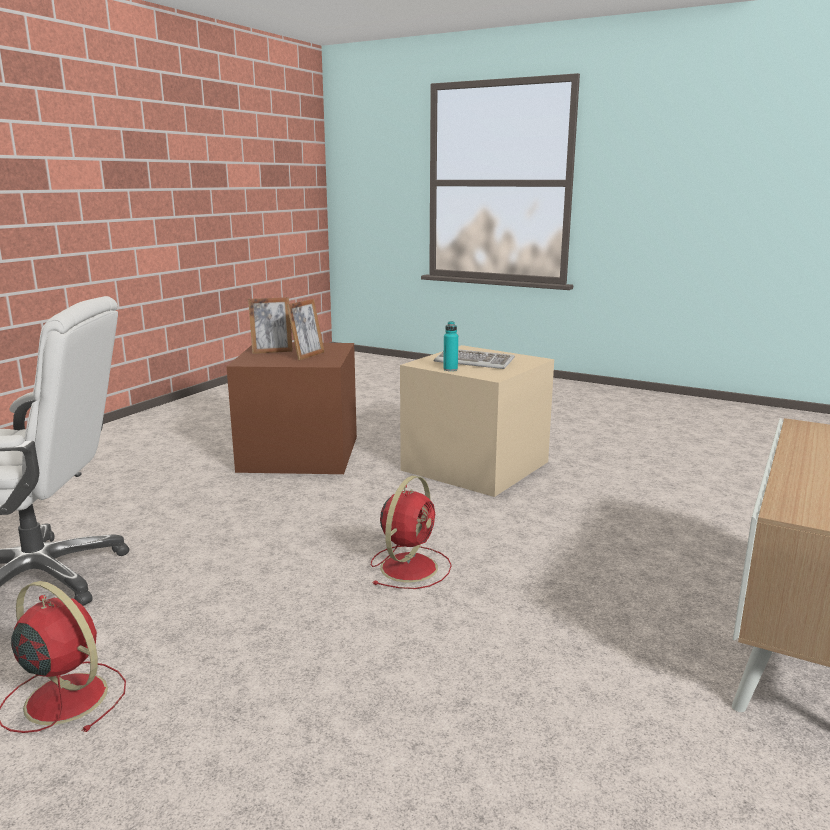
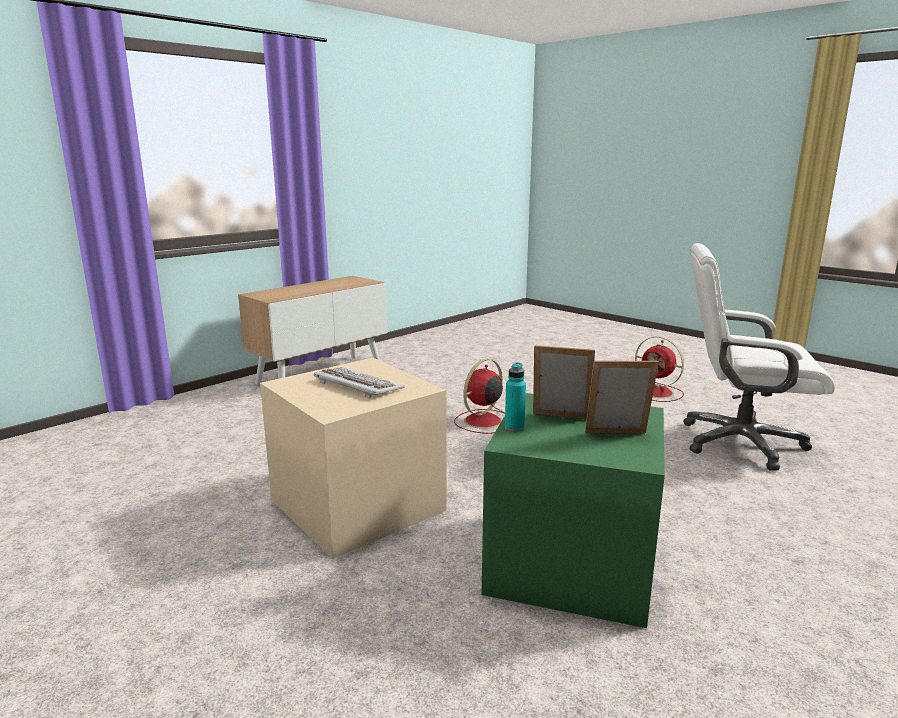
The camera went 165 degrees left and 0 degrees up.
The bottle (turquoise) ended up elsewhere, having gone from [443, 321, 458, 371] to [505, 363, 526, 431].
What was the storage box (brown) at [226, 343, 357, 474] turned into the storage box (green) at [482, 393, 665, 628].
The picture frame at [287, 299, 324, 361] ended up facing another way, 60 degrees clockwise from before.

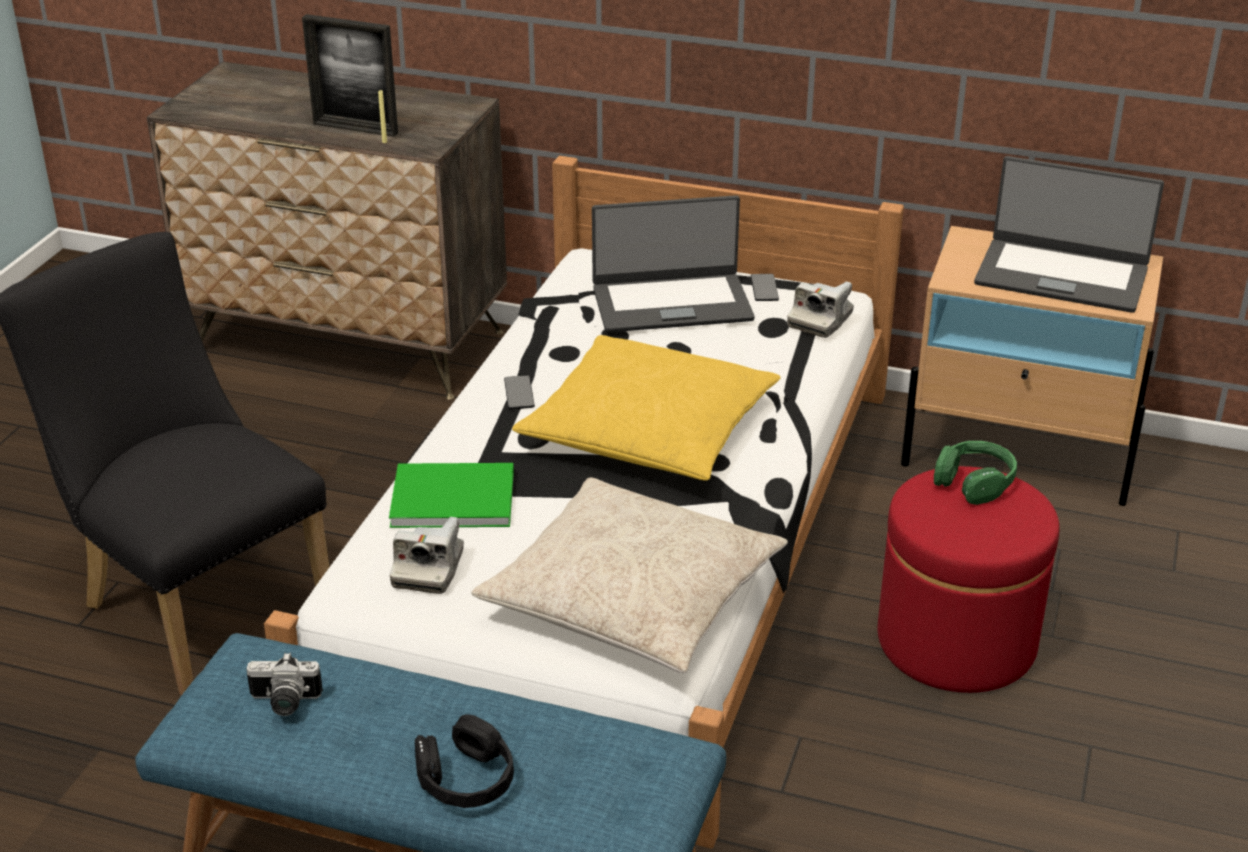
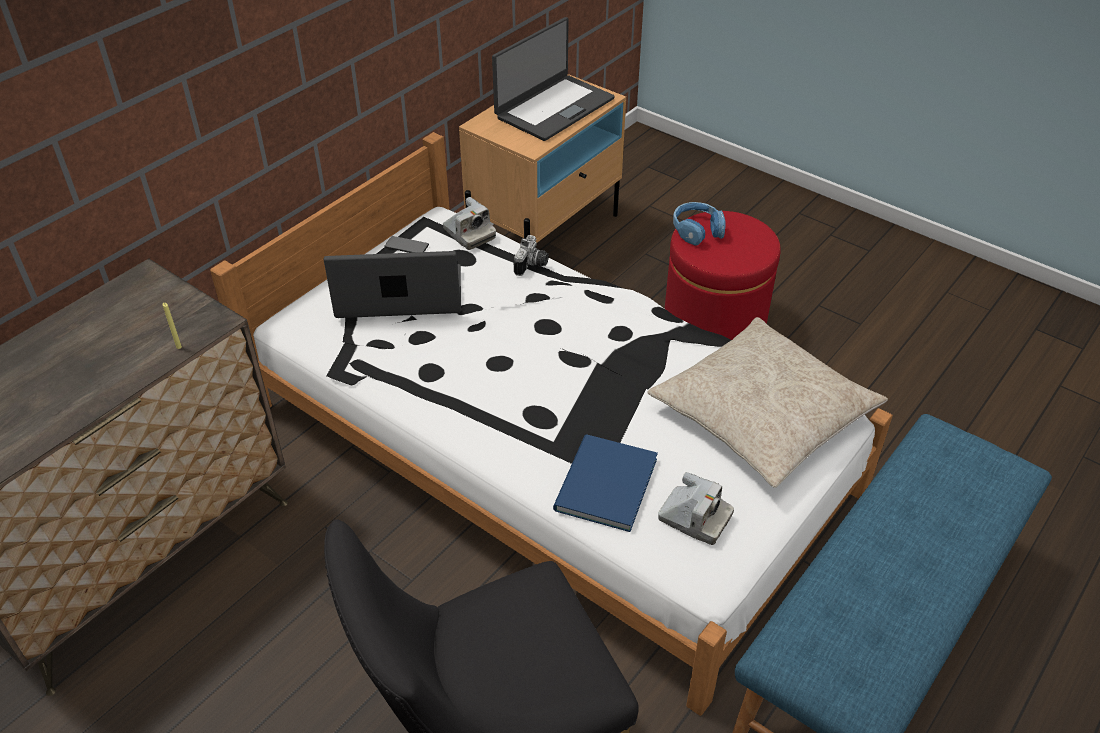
The camera went 70 degrees left and 10 degrees up.
The second view lost the picture frame at [302, 14, 398, 137].
The second view lost the headphones (black) at [415, 714, 514, 808].
The second view lost the phone at [504, 375, 535, 410].
The second view lost the pillow (yellow) at [512, 335, 780, 481].
The photo camera ended up elsewhere, having gone from [247, 652, 323, 716] to [513, 235, 549, 276].
What was the book (green) at [389, 463, 514, 528] turned into the book (blue) at [553, 434, 658, 532].
What was the headphones (green) at [934, 441, 1017, 505] turned into the headphones (blue) at [673, 202, 726, 245].
The laptop at [592, 195, 755, 332] ended up facing another way, 105 degrees counterclockwise from before.

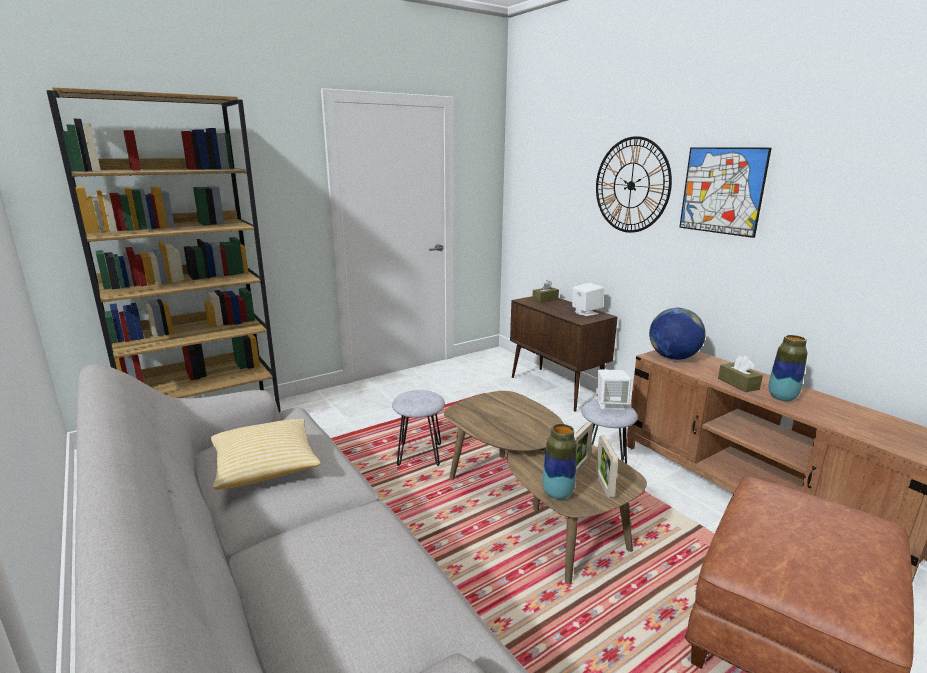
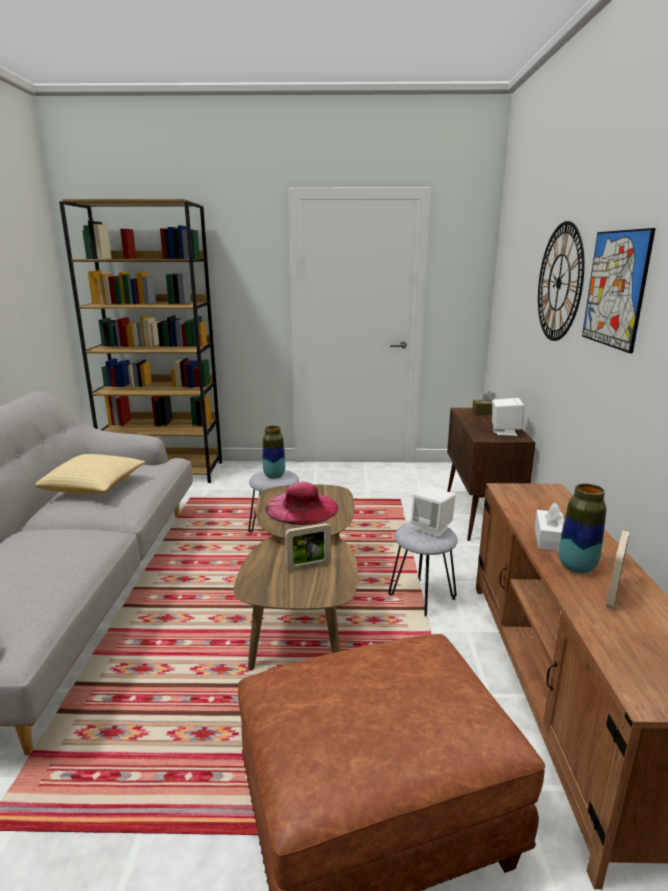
The camera went 35 degrees right and 0 degrees up.
The second view lost the globe at [649, 308, 706, 360].
The second view gained the hat (pink) at [265, 482, 338, 525].
The vase ended up elsewhere, having gone from [542, 424, 577, 500] to [263, 426, 285, 479].
The picture frame ended up elsewhere, having gone from [596, 436, 618, 498] to [606, 530, 630, 609].
What was the tissue box (brown) at [718, 356, 763, 392] turned into the tissue box (white) at [535, 503, 564, 551].

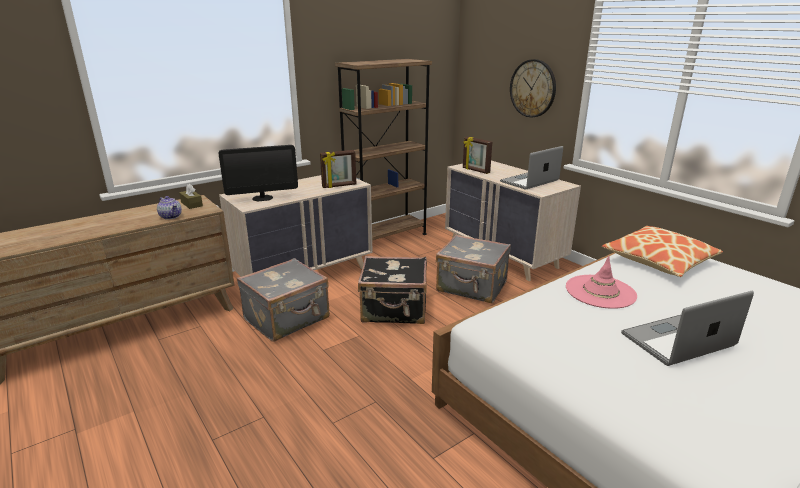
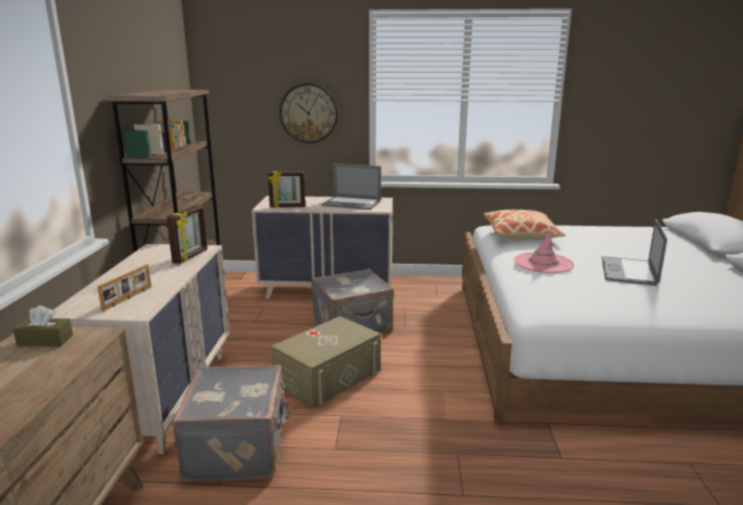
The camera went 50 degrees left and 5 degrees down.
The second view lost the teapot at [157, 196, 182, 220].
Where the monitor stood at [219, 145, 298, 201], the picture frame came to stand at [97, 264, 151, 311].
Where the suitcase (black) stood at [358, 256, 427, 324], the storage box (beige) came to stand at [271, 316, 381, 408].
The laptop at [500, 146, 563, 190] ended up facing another way, 75 degrees counterclockwise from before.

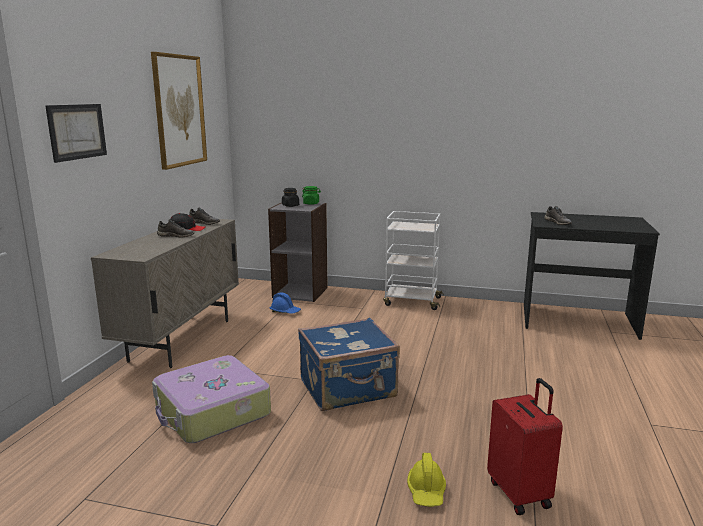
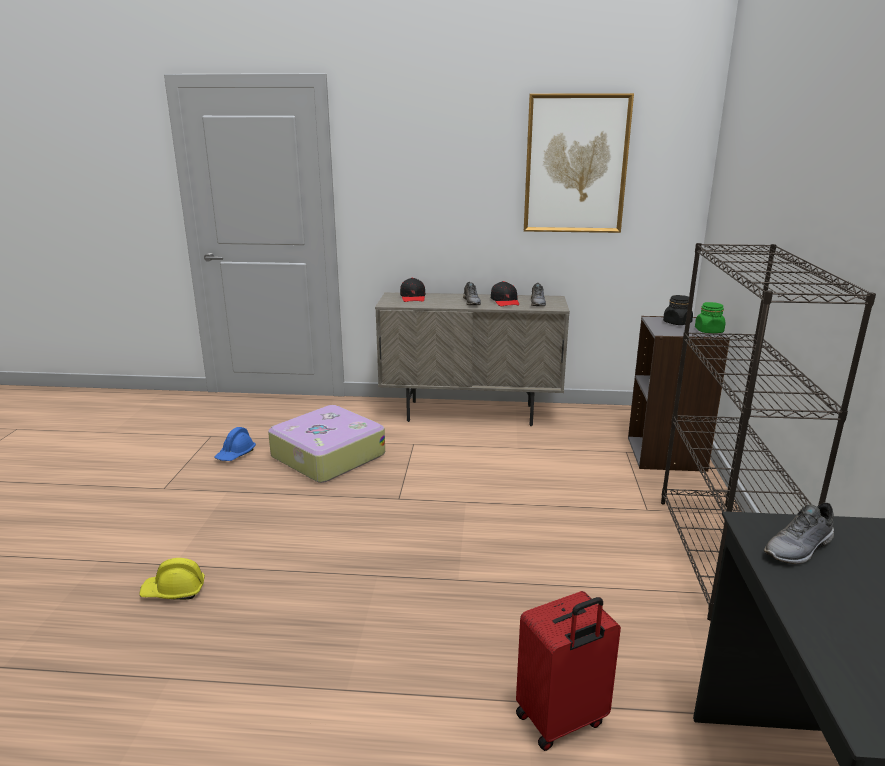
The camera went 80 degrees right and 5 degrees up.
The second view lost the picture at [45, 104, 107, 163].
The second view lost the suitcase (blue) at [298, 317, 400, 411].
The second view gained the cap (black) at [400, 278, 426, 302].
The hard hat (blue) ended up elsewhere, having gone from [270, 292, 301, 314] to [214, 427, 256, 461].
The suitcase (red) ended up elsewhere, having gone from [487, 378, 563, 515] to [516, 591, 621, 751].
Where the cart (white) stood at [383, 211, 444, 310], the bookcase (black) came to stand at [661, 243, 876, 621].

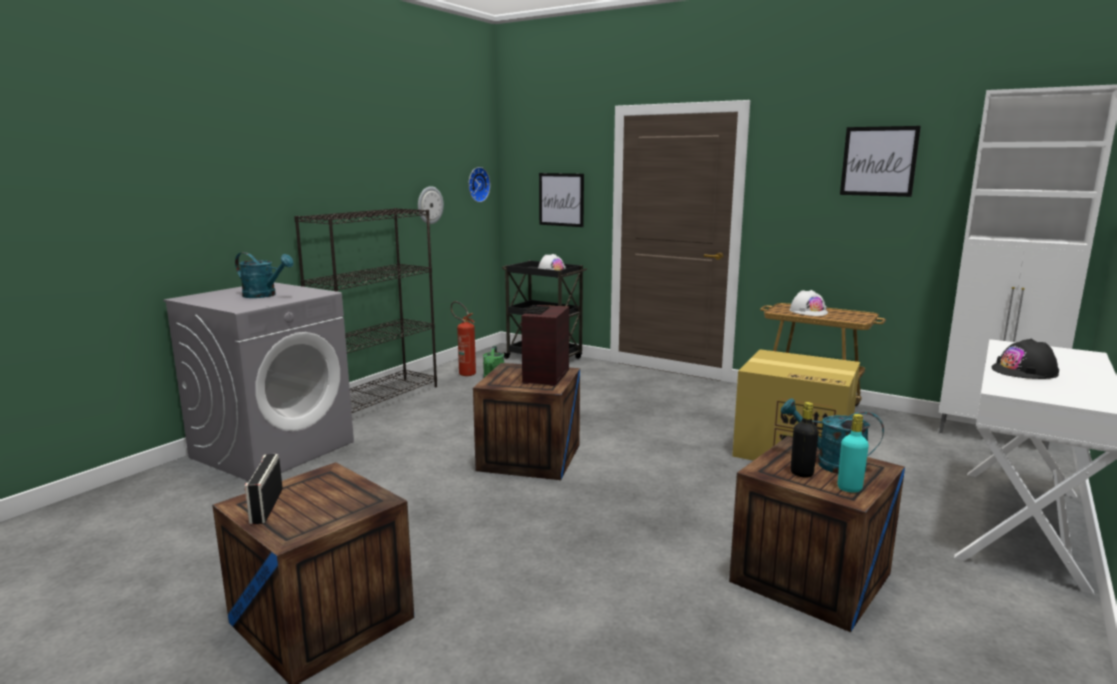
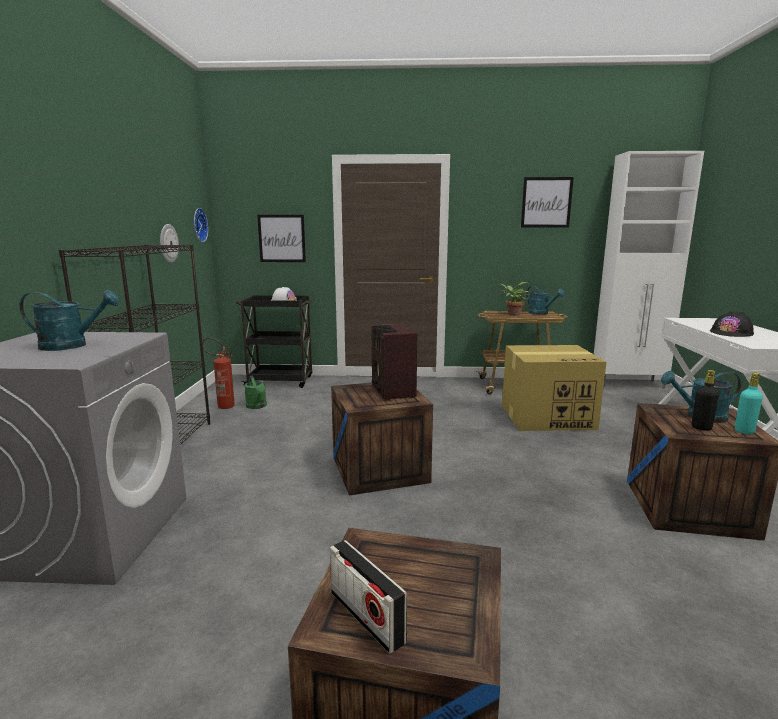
The camera went 30 degrees left and 0 degrees up.
The second view gained the watering can (turquoise) at [526, 286, 565, 315].
Where the hard hat (white) stood at [789, 290, 828, 316], the potted plant came to stand at [501, 282, 529, 316].

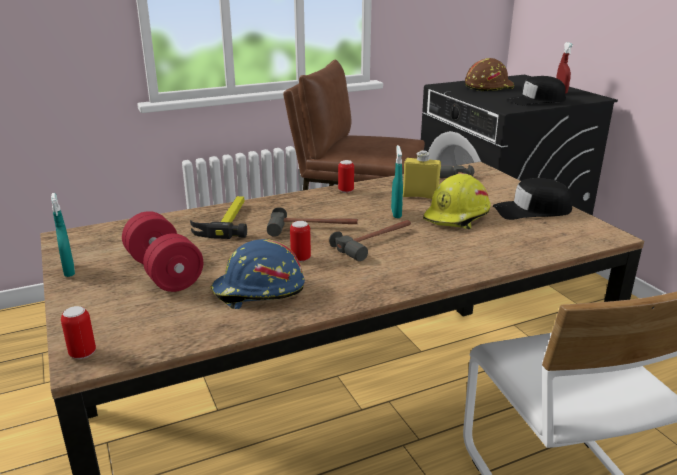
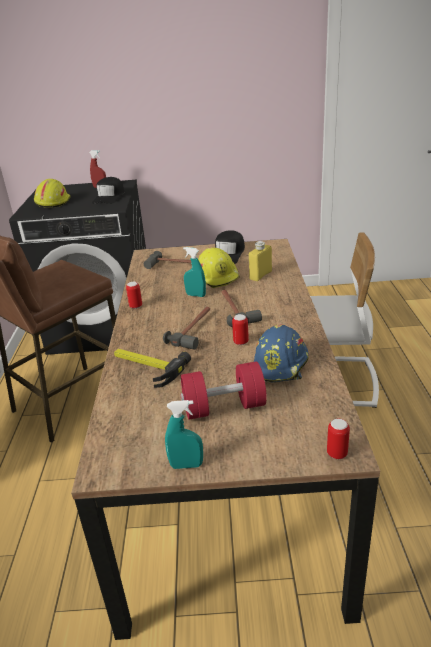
The camera went 65 degrees left and 5 degrees up.
The bottle (yellow) ended up elsewhere, having gone from [403, 150, 441, 199] to [249, 241, 272, 281].
What was the hard hat (brown) at [465, 58, 514, 91] turned into the hard hat (yellow) at [34, 179, 71, 208].

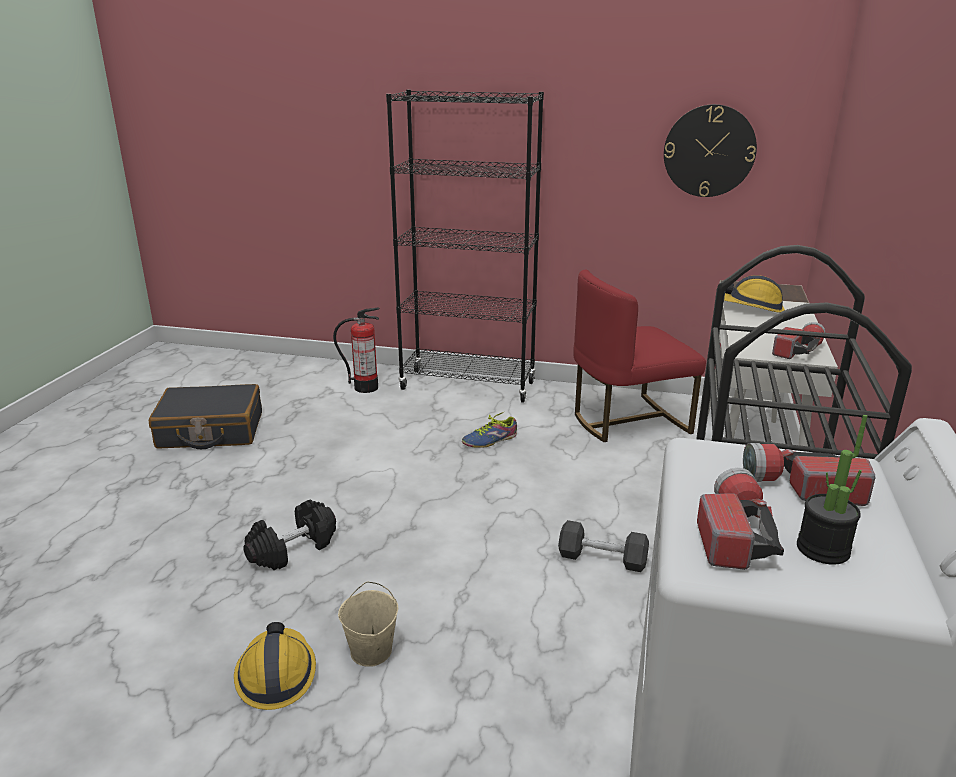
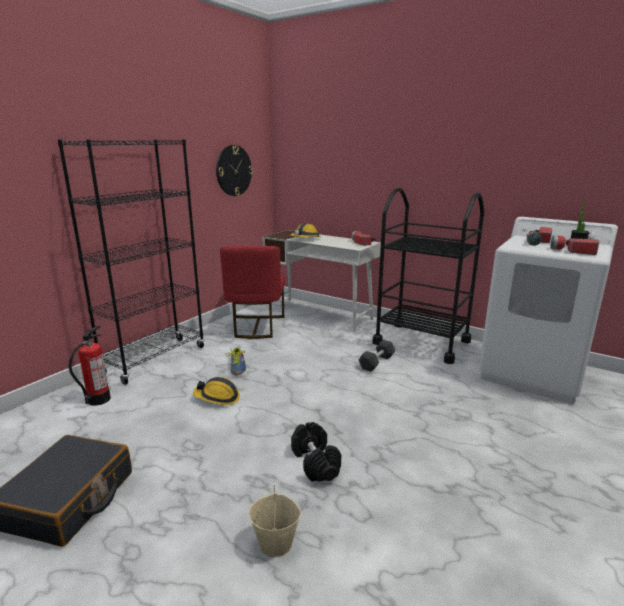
The camera went 70 degrees left and 5 degrees down.
The hard hat ended up elsewhere, having gone from [234, 622, 316, 710] to [193, 377, 240, 405].
The bucket (beige) ended up elsewhere, having gone from [338, 582, 398, 667] to [249, 485, 302, 557].

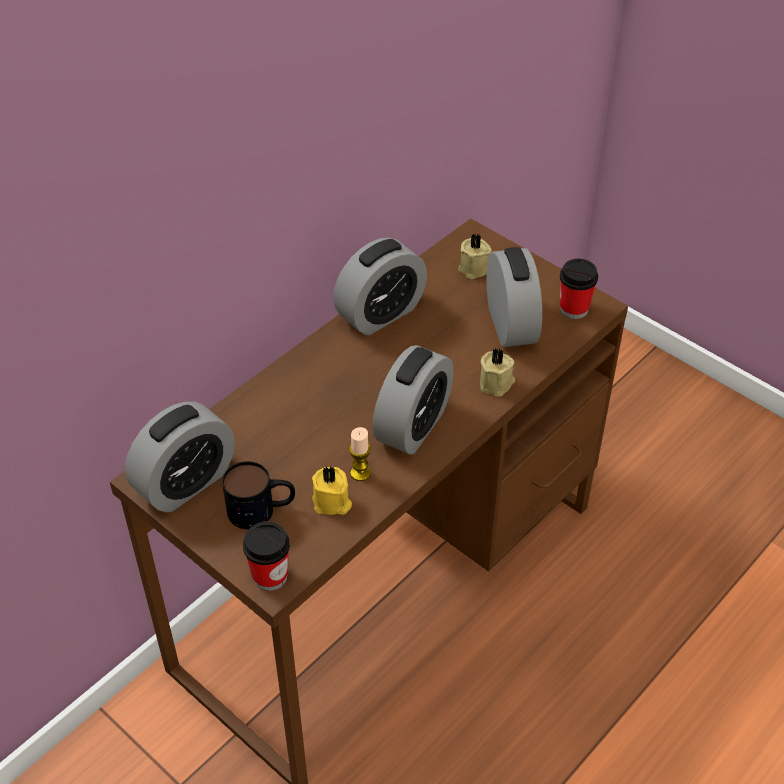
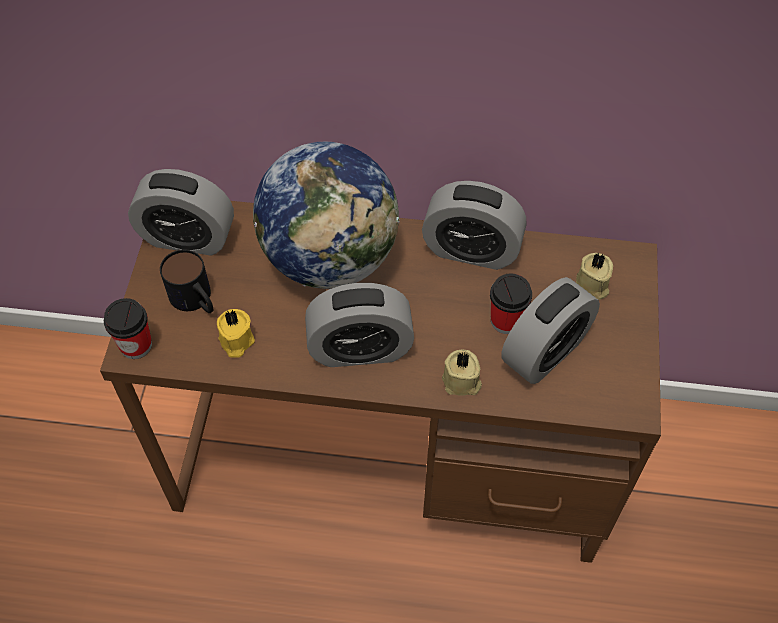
The camera went 55 degrees right and 10 degrees up.
The second view lost the candle at [349, 427, 371, 481].
The second view gained the globe at [253, 142, 399, 289].
The cup ended up elsewhere, having gone from [560, 259, 598, 319] to [490, 273, 532, 334].

